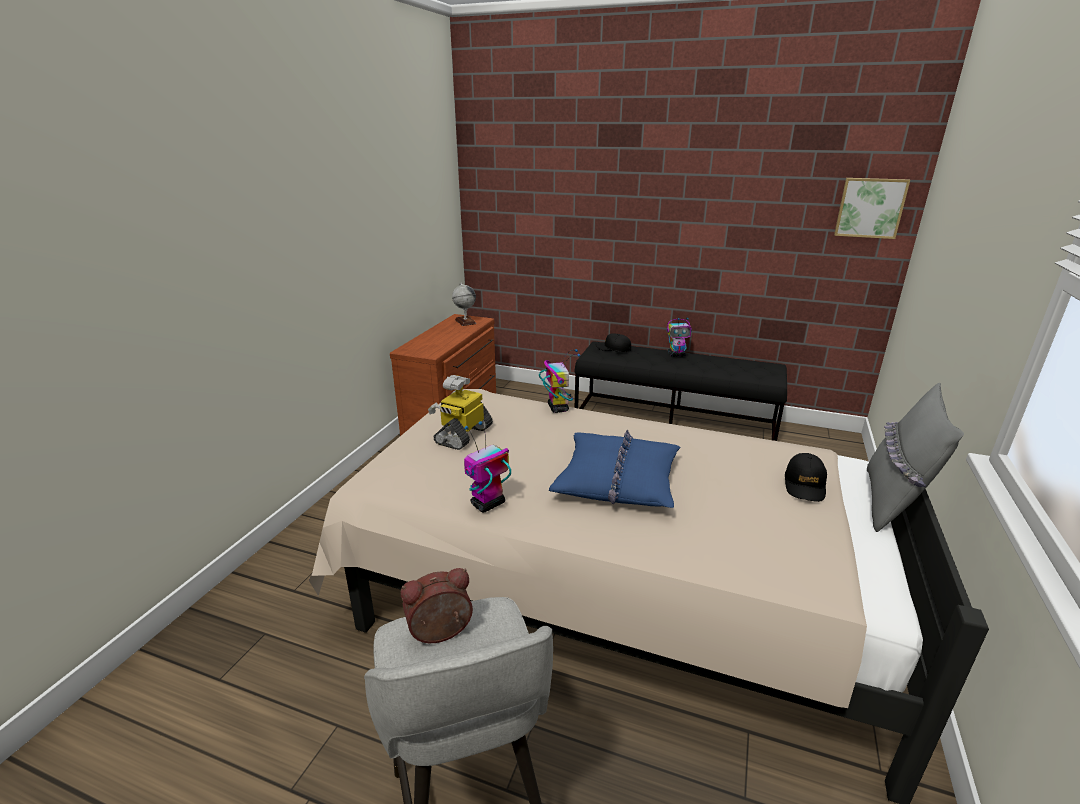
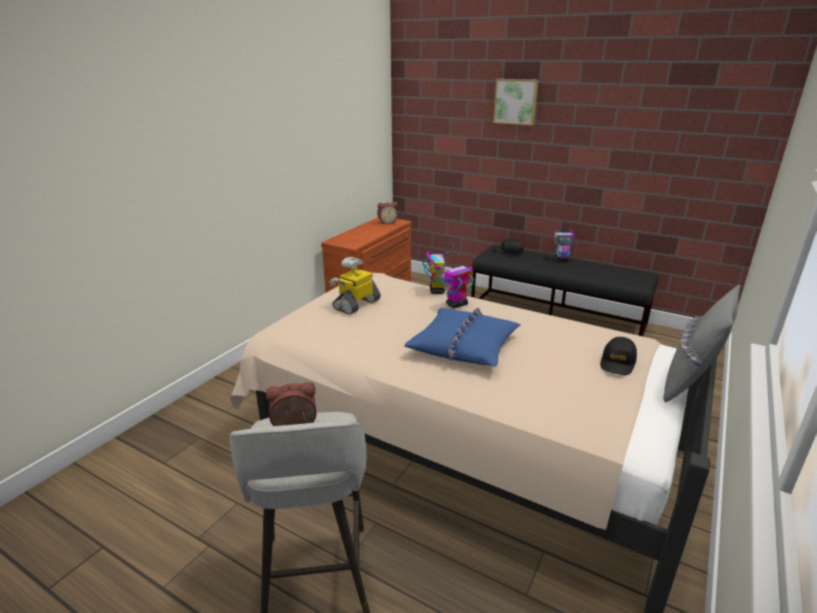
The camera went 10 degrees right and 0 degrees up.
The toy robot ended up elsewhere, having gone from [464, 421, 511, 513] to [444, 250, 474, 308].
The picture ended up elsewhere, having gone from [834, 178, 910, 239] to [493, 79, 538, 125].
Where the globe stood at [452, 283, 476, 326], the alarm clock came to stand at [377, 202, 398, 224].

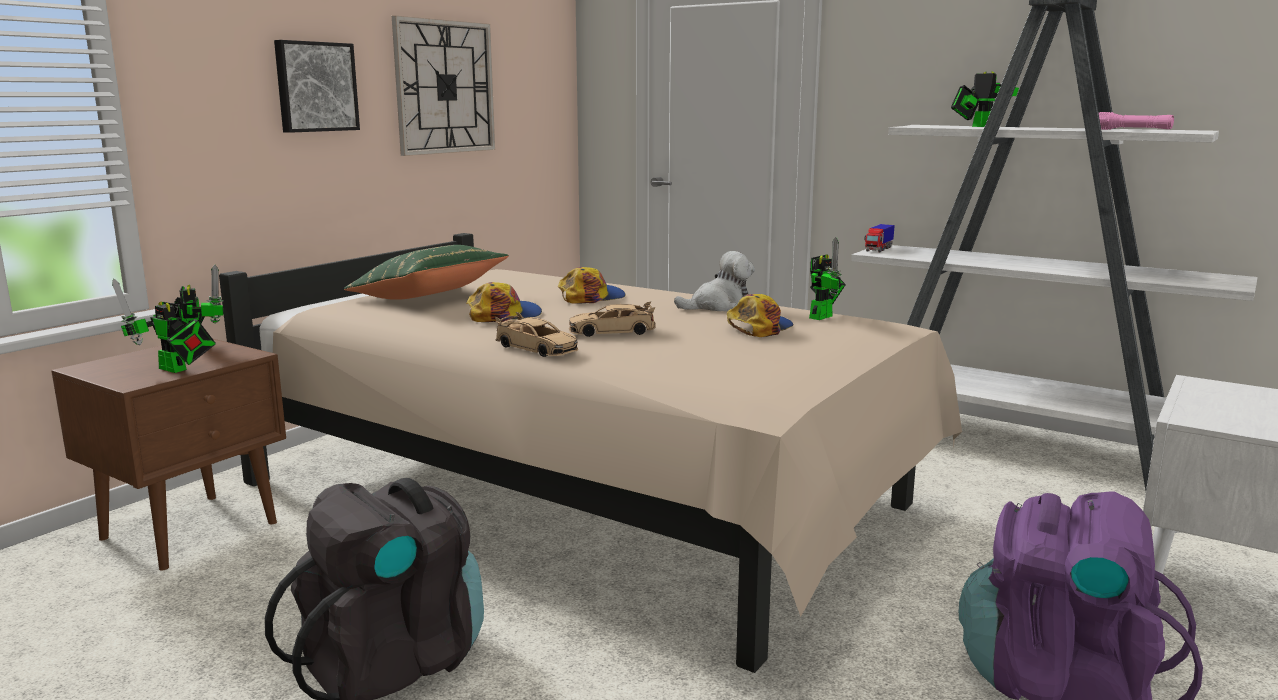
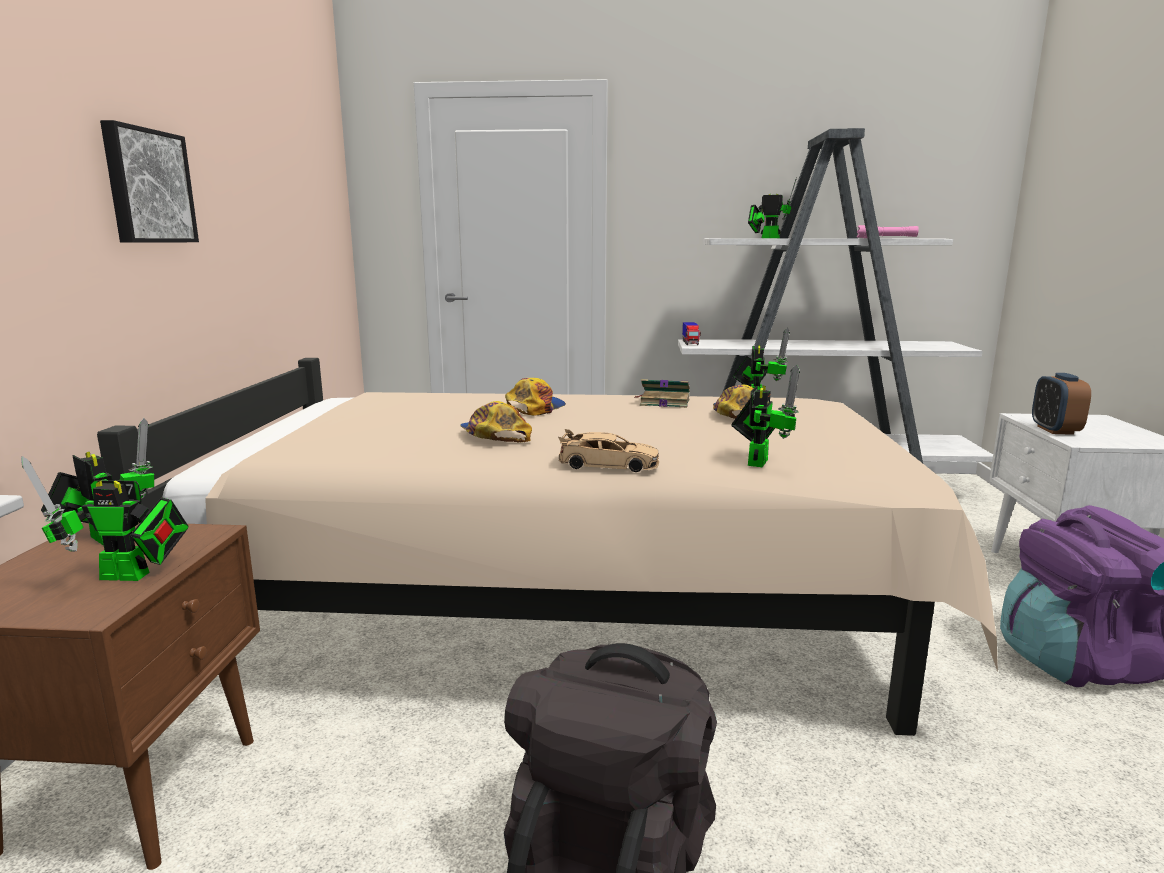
The camera went 30 degrees left and 0 degrees up.
The second view lost the pillow (green) at [344, 245, 509, 300].
The second view lost the wall clock at [392, 16, 495, 156].
The second view lost the toy car (beige) at [569, 302, 656, 337].
The second view gained the toy robot at [731, 364, 800, 467].
The second view gained the alarm clock at [1032, 373, 1091, 435].
Where the plush toy stood at [674, 251, 755, 311], the book came to stand at [635, 379, 690, 408].
The cap at [466, 282, 542, 322] ended up facing another way, 60 degrees counterclockwise from before.

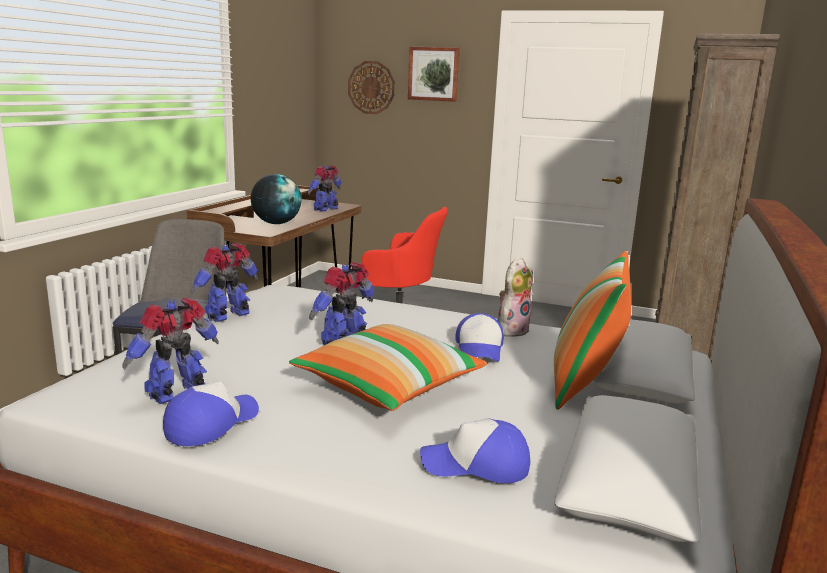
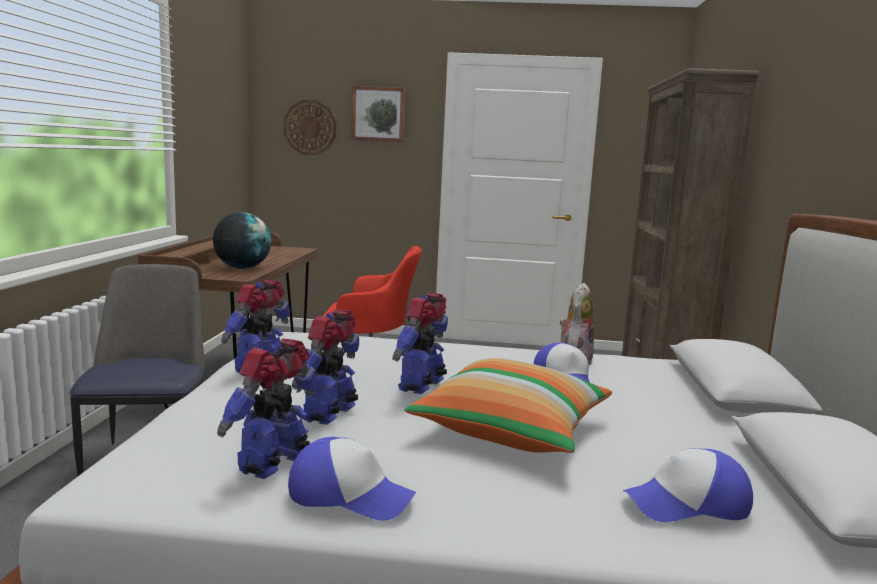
The camera went 15 degrees left and 5 degrees down.
The second view lost the pillow at [554, 251, 631, 410].
The toy robot ended up elsewhere, having gone from [307, 166, 341, 212] to [292, 309, 359, 425].
The cap at [163, 381, 259, 446] ended up facing another way, 90 degrees clockwise from before.

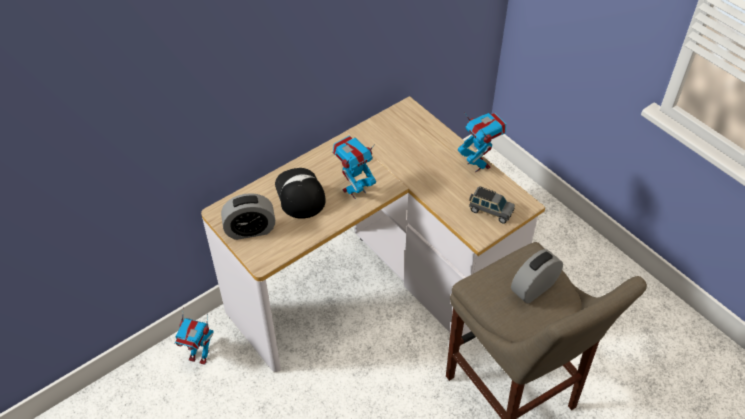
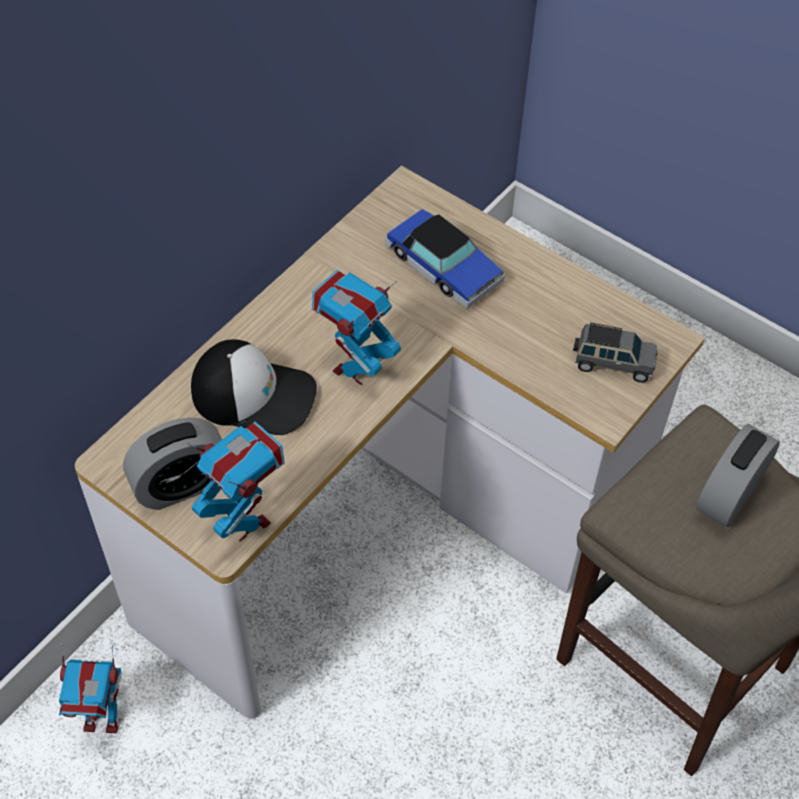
The camera went 15 degrees left and 5 degrees up.
The second view gained the toy car at [385, 209, 505, 309].
The toy robot ended up elsewhere, having gone from [458, 112, 506, 172] to [186, 421, 285, 541].
The cap at [275, 168, 326, 219] ended up facing another way, 135 degrees clockwise from before.

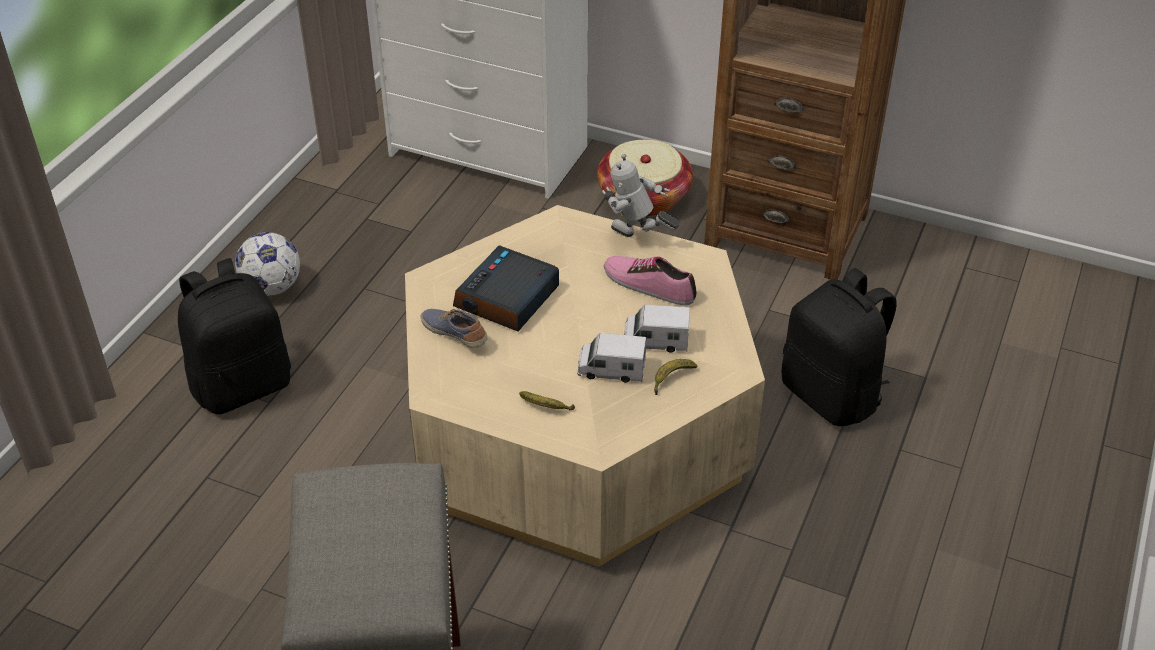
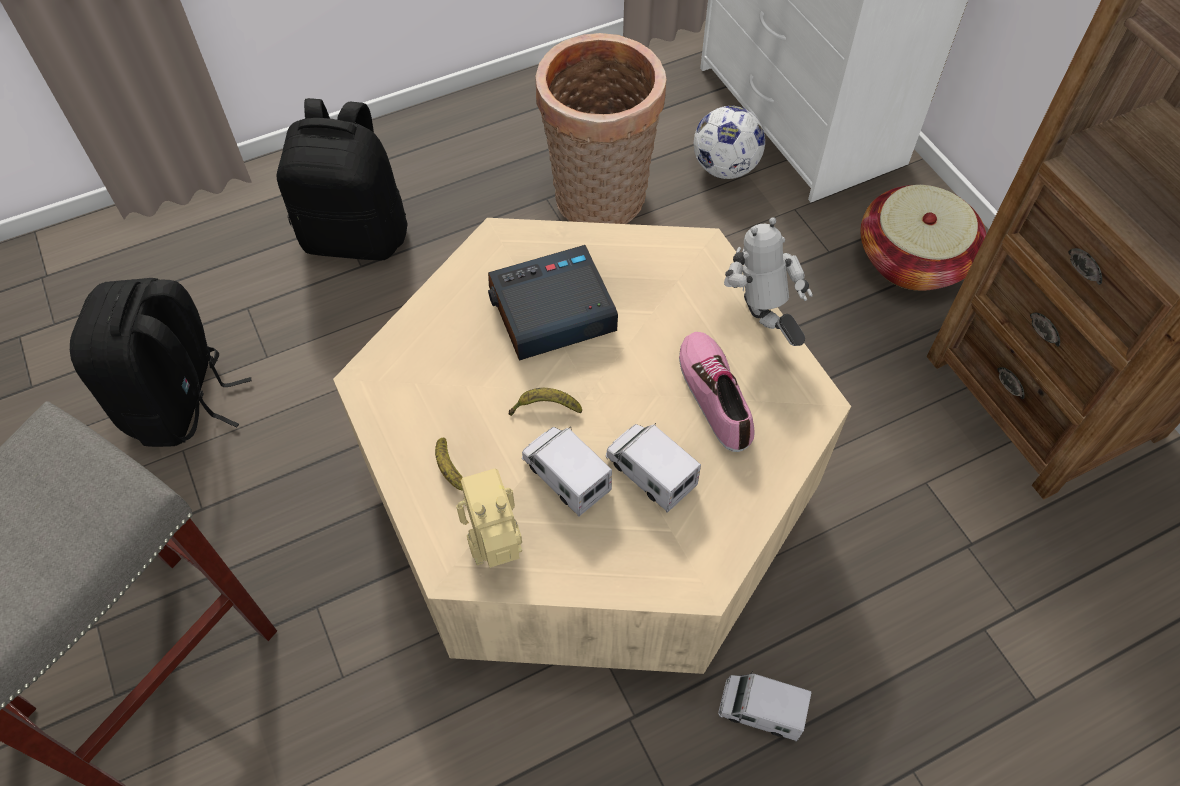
The camera went 40 degrees right and 15 degrees up.
The second view lost the shoe at [420, 309, 488, 348].
The second view gained the toy robot at [456, 469, 522, 568].
The second view gained the basket at [535, 33, 666, 224].
The second view gained the toy truck at [718, 670, 812, 742].
The football ended up elsewhere, having gone from [235, 232, 300, 296] to [694, 106, 765, 179].
The banana ended up elsewhere, having gone from [654, 359, 697, 395] to [509, 388, 582, 416].
The backpack (black) ended up elsewhere, having gone from [782, 268, 897, 426] to [70, 278, 251, 447].

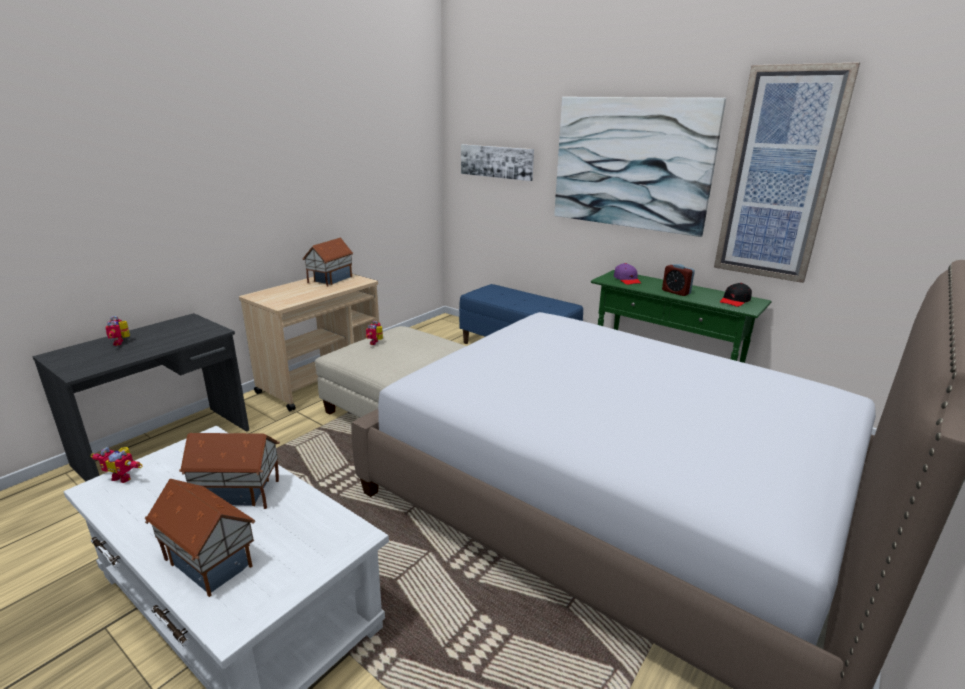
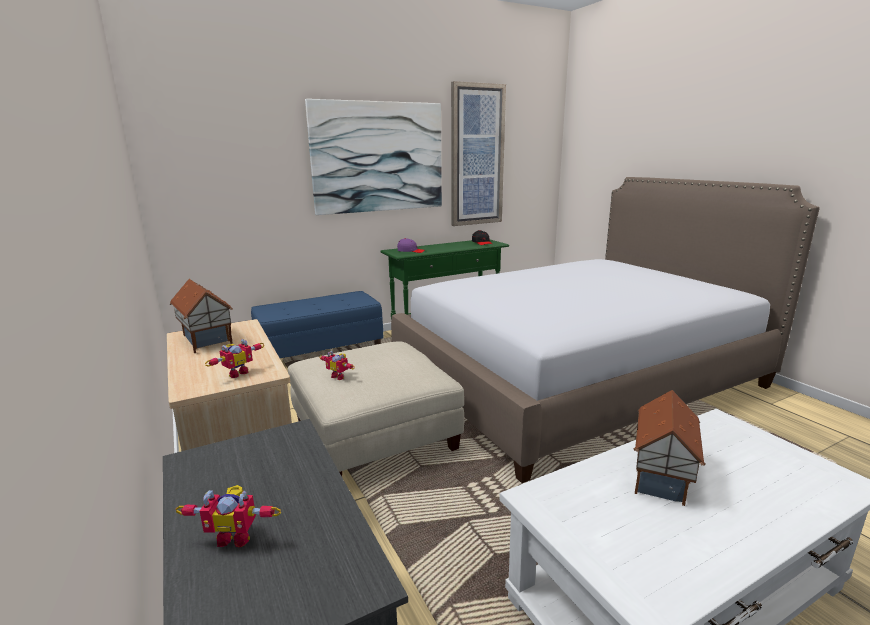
The camera went 65 degrees left and 5 degrees down.
The second view lost the toy house at [145, 479, 255, 597].
The second view lost the picture at [461, 144, 534, 181].
The second view lost the alarm clock at [662, 264, 695, 296].
The toy robot ended up elsewhere, having gone from [90, 447, 143, 483] to [205, 339, 265, 378].

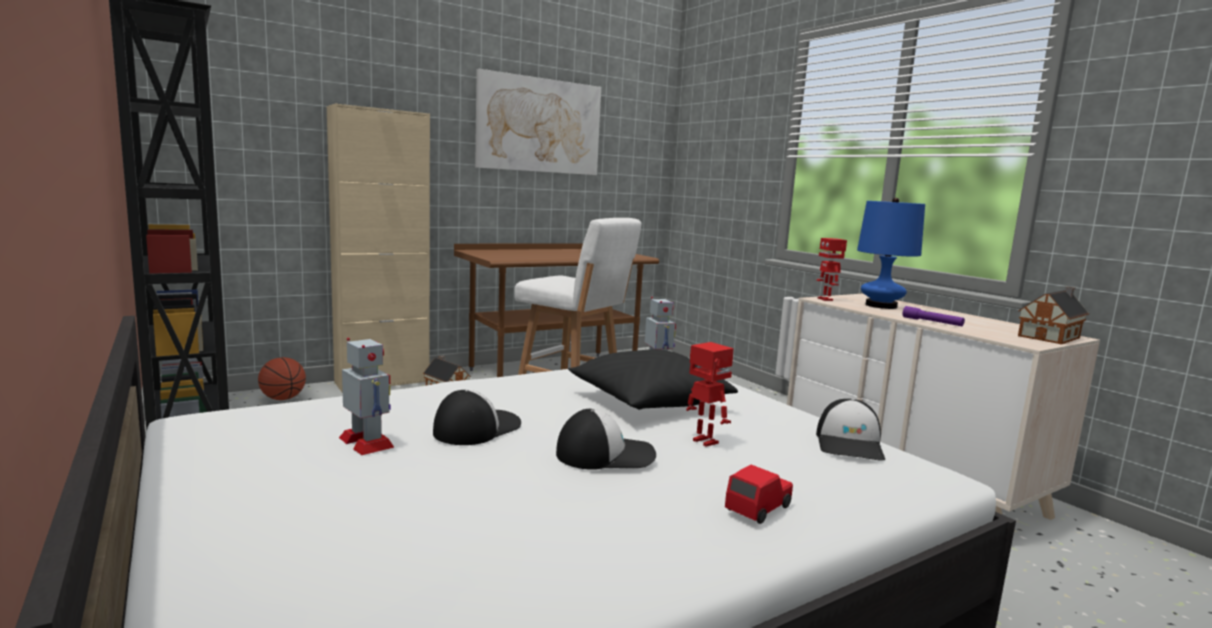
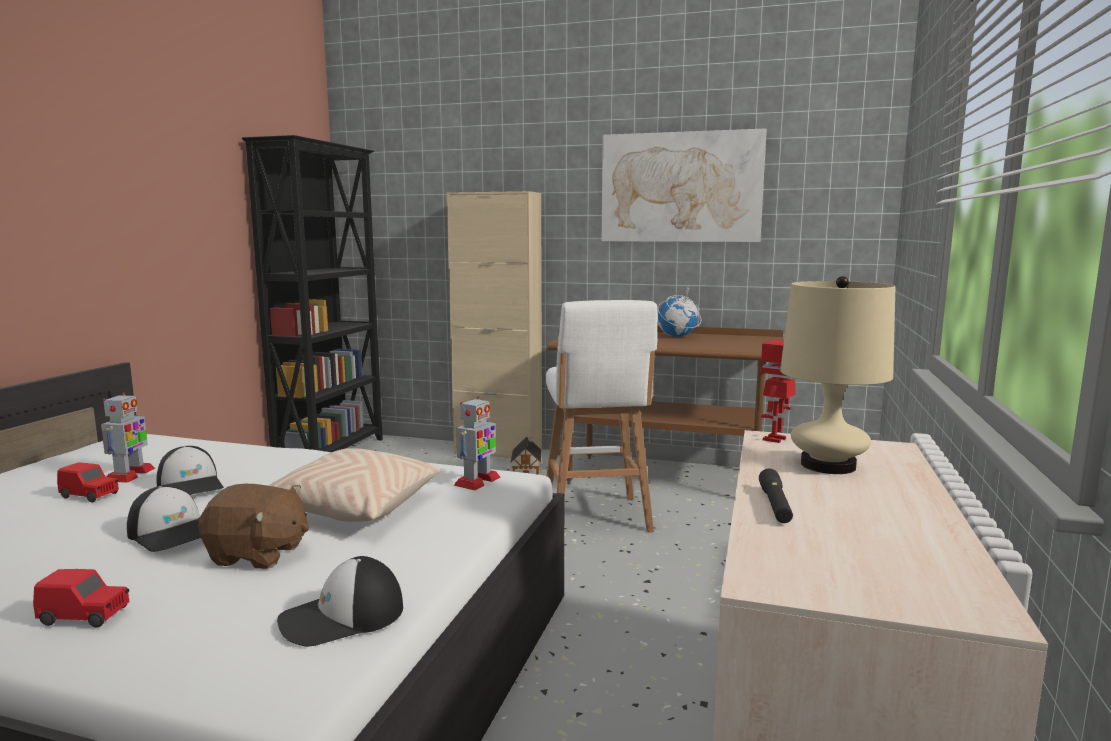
The camera went 50 degrees right and 0 degrees up.
The second view lost the basketball at [258, 357, 306, 400].
The second view lost the toy house at [1018, 286, 1089, 344].
The second view gained the toy car (red) at [57, 462, 119, 502].
The second view gained the globe at [657, 286, 701, 337].
Where the toy robot stood at [686, 342, 734, 447], the plush toy (brown) came to stand at [199, 484, 309, 569].
What was the pillow (black) at [568, 349, 738, 410] turned into the pillow (beige) at [269, 448, 440, 522].
What was the table lamp (blue) at [857, 198, 925, 309] turned into the table lamp (beige) at [780, 276, 895, 474].
What was the flashlight (purple) at [902, 306, 965, 326] turned into the flashlight (black) at [759, 469, 793, 523].
The cap at [433, 390, 521, 445] ended up facing another way, 60 degrees clockwise from before.

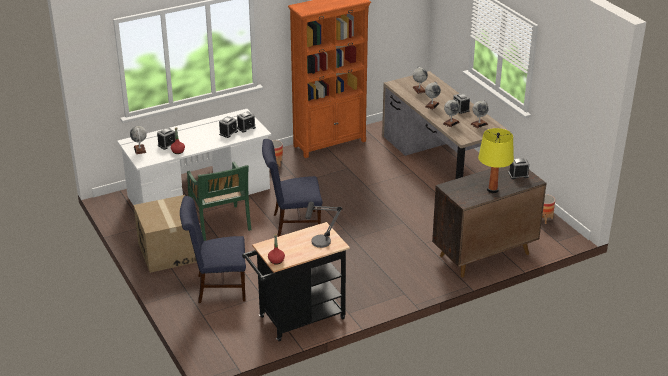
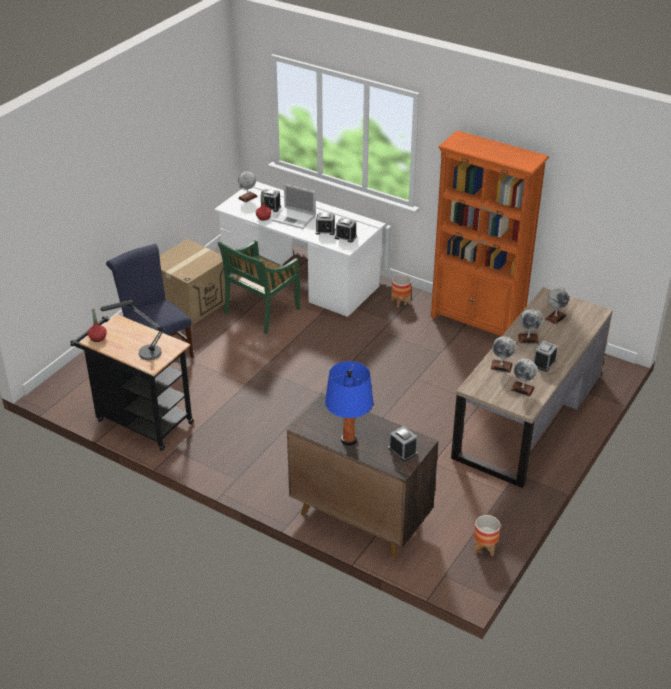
The camera went 60 degrees right and 5 degrees up.
The second view lost the chair (blue) at [262, 139, 322, 237].
The second view gained the laptop at [272, 184, 316, 229].
What was the table lamp (yellow) at [478, 128, 514, 193] turned into the table lamp (blue) at [325, 361, 373, 446].

